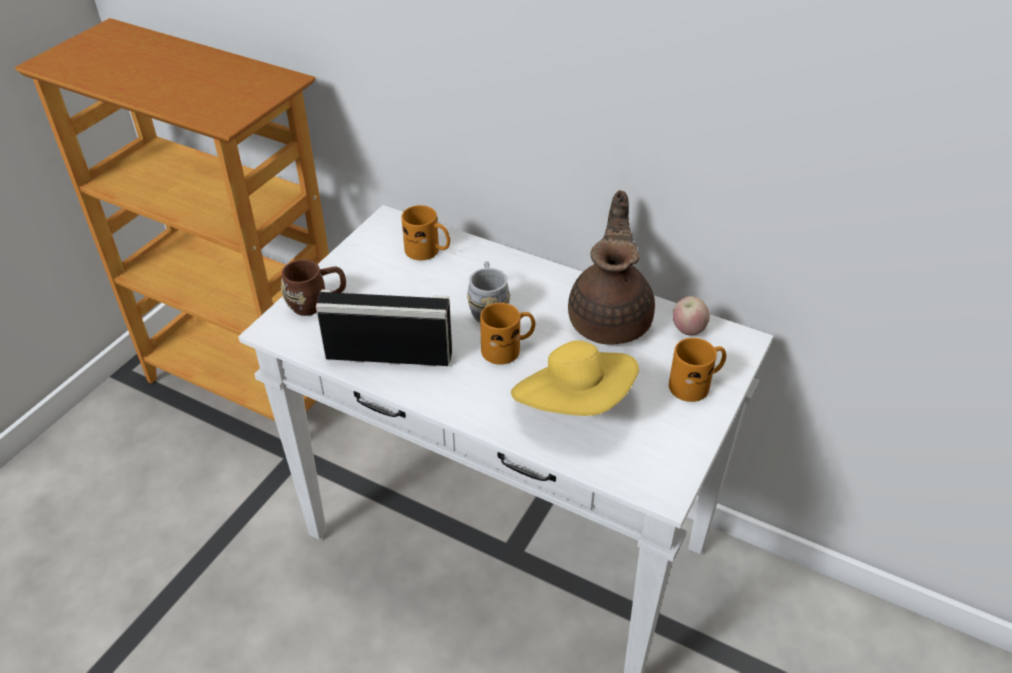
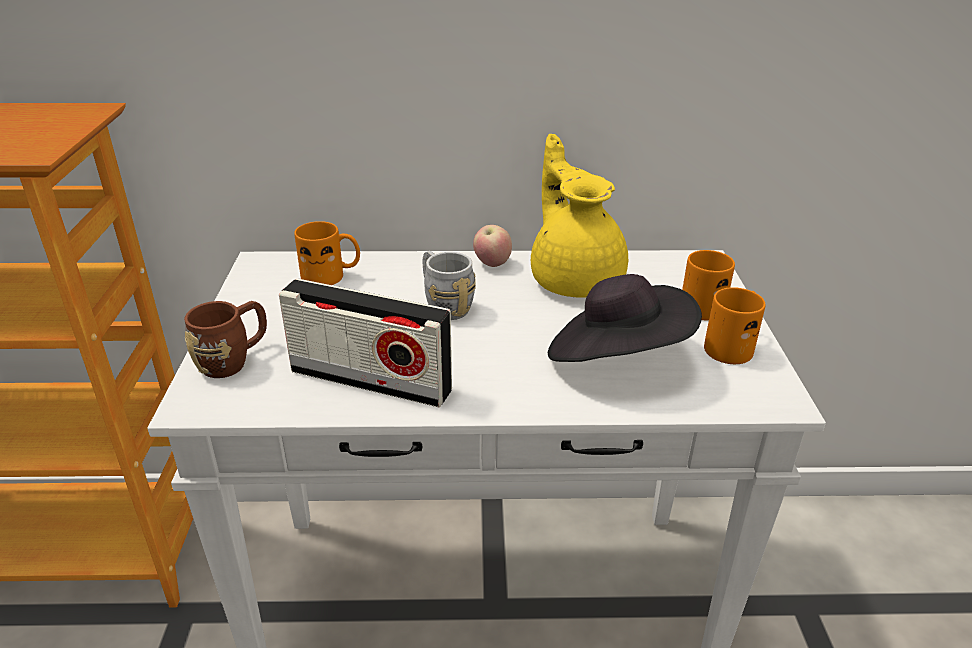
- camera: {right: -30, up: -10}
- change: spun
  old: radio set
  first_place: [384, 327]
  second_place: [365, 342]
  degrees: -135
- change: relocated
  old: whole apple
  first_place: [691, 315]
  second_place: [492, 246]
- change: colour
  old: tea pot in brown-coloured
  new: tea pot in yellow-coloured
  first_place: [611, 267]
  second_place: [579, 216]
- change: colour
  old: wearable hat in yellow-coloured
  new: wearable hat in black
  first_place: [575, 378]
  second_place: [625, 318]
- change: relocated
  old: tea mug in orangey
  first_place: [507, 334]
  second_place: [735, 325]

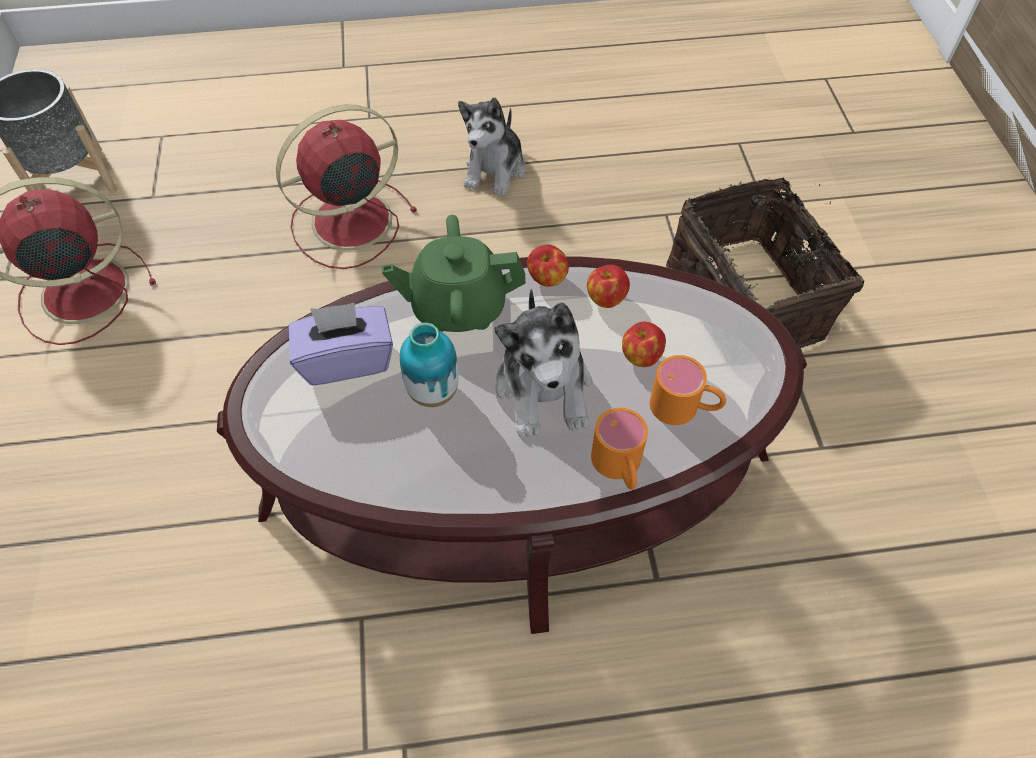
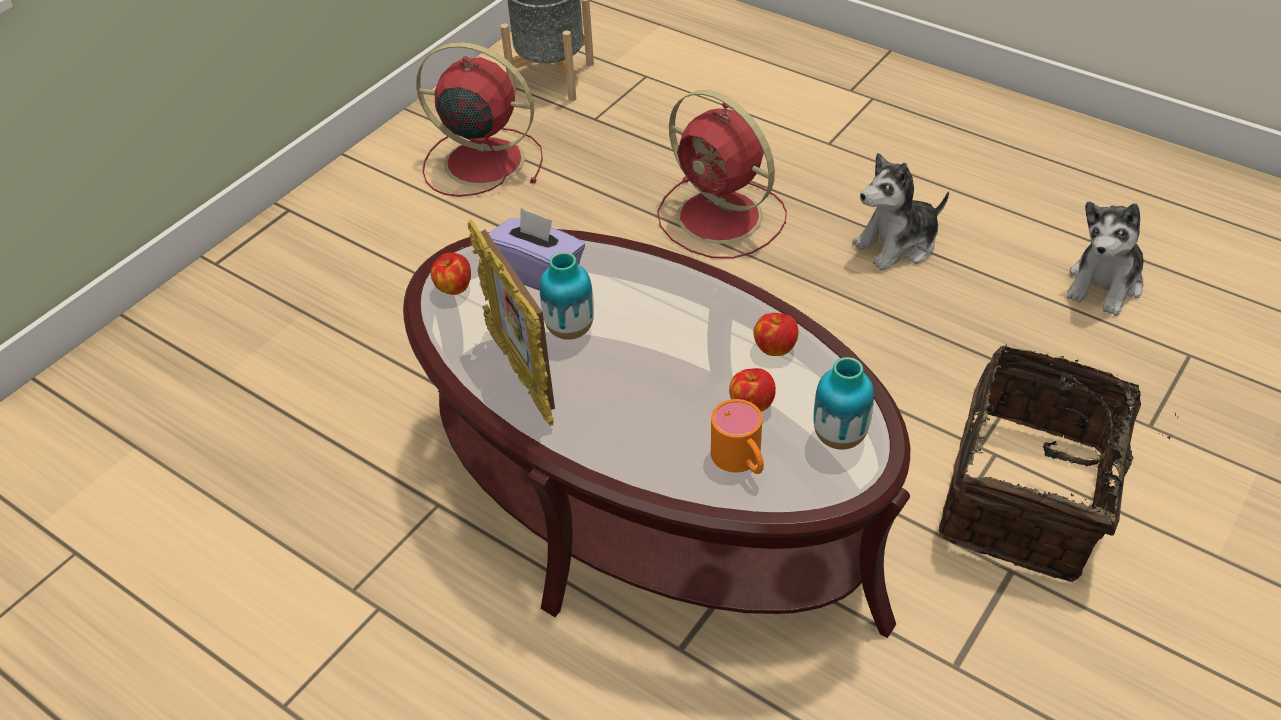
- camera: {right: 45, up: -10}
- change: relocated
  old: whole apple
  first_place: [548, 265]
  second_place: [451, 274]
- change: appeared
  new: picture frame
  second_place: [511, 322]
- change: spun
  old: cooling fan in red
  first_place: [346, 187]
  second_place: [722, 174]
  degrees: -150
- change: appeared
  new: vase
  second_place: [844, 403]
- change: relocated
  old: cuddly toy
  first_place: [543, 363]
  second_place: [1105, 259]
- change: missing
  old: tea pot in green-coloured
  first_place: [454, 273]
- change: missing
  old: tea mug in orangey
  first_place: [619, 449]

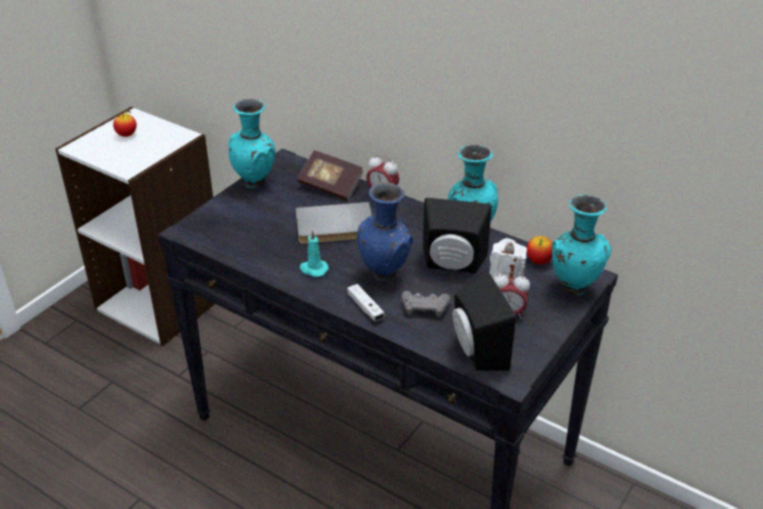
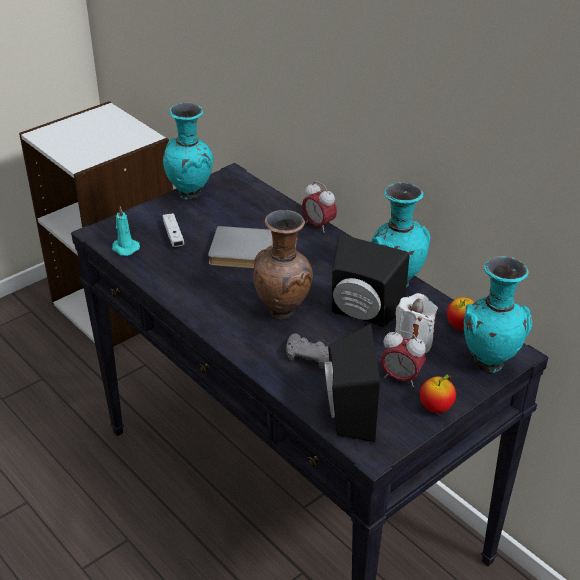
- camera: {right: 15, up: 0}
- change: relocated
  old: wax light in turquoise
  first_place: [314, 253]
  second_place: [126, 231]
- change: relocated
  old: gamepad in whitish
  first_place: [366, 302]
  second_place: [173, 230]
- change: colour
  old: vase in blue-coloured
  new: vase in brown-coloured
  first_place: [385, 232]
  second_place: [283, 265]
- change: relocated
  old: whole apple
  first_place: [125, 123]
  second_place: [438, 393]
- change: missing
  old: bound book
  first_place: [330, 175]

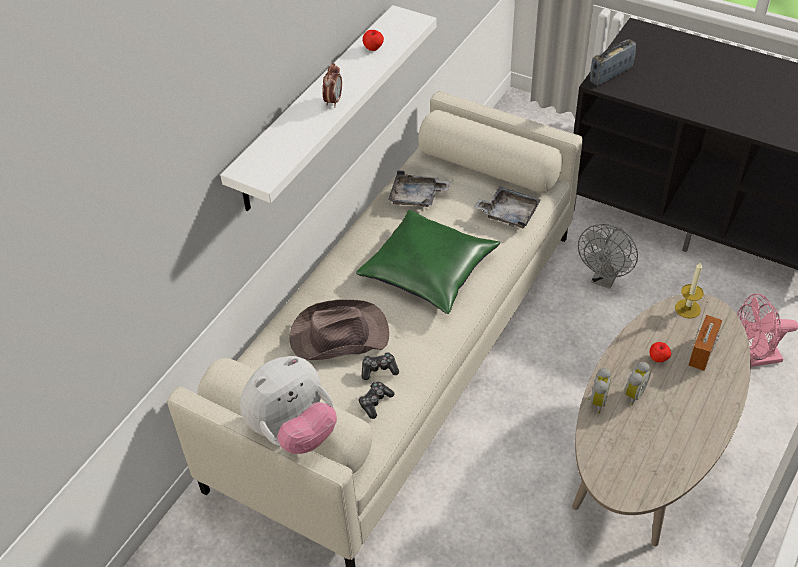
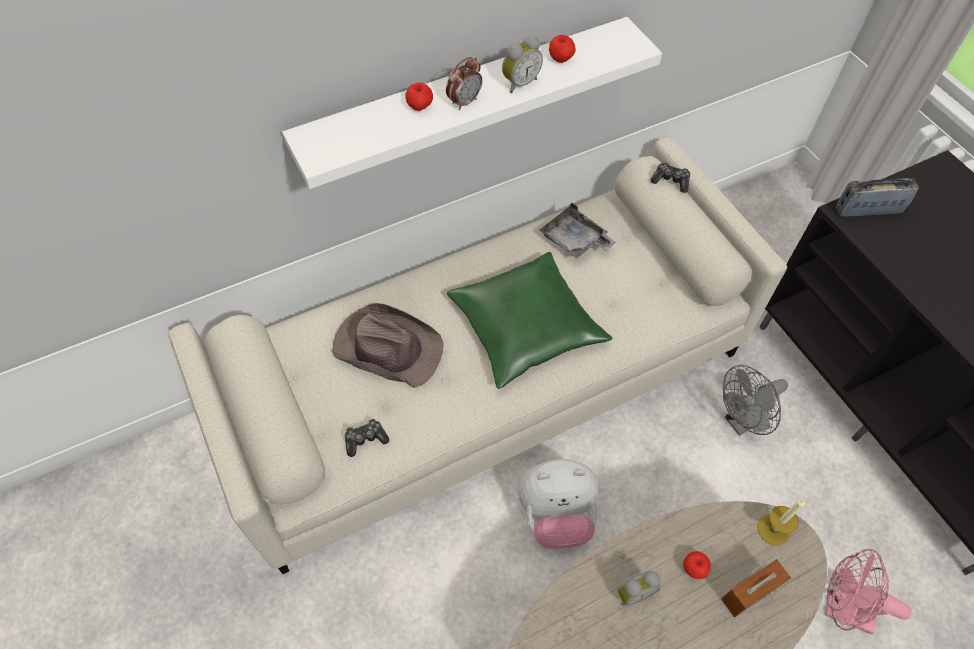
- camera: {right: 30, up: 10}
- change: appeared
  new: whole apple
  second_place: [419, 97]
- change: relocated
  old: bedside clock
  first_place: [599, 390]
  second_place: [522, 64]
- change: relocated
  old: cuddly toy
  first_place: [288, 405]
  second_place: [558, 504]
- change: relocated
  old: gamepad
  first_place: [380, 366]
  second_place: [670, 177]
- change: missing
  old: tray in grey
  first_place: [507, 207]

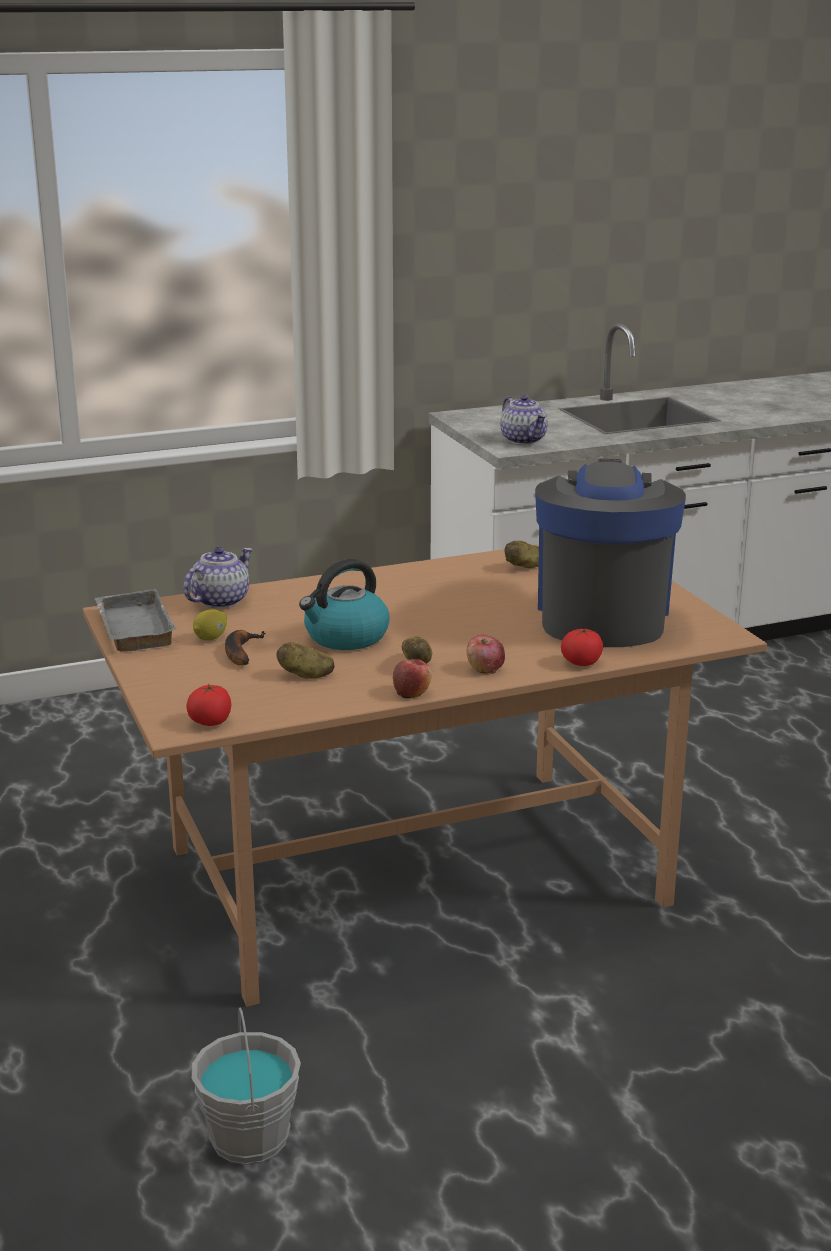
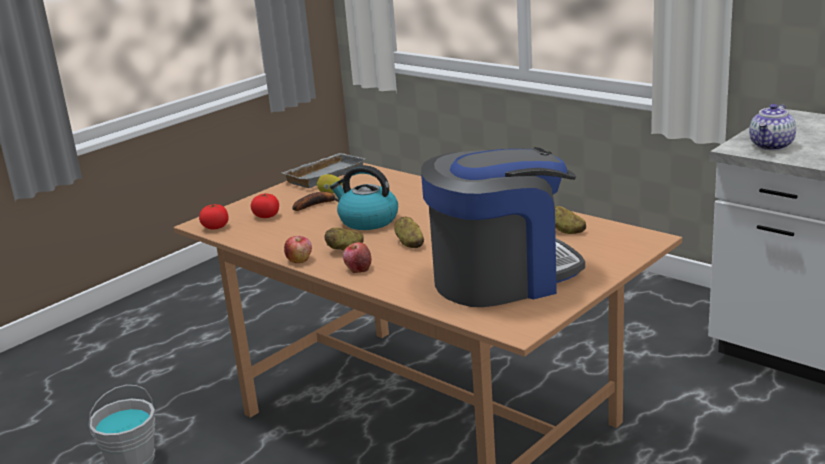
- camera: {right: 65, up: 0}
- change: relocated
  old: whole tomato
  first_place: [582, 647]
  second_place: [265, 205]
- change: relocated
  old: spud
  first_place: [305, 660]
  second_place: [409, 232]
- change: missing
  old: tea pot
  first_place: [218, 578]

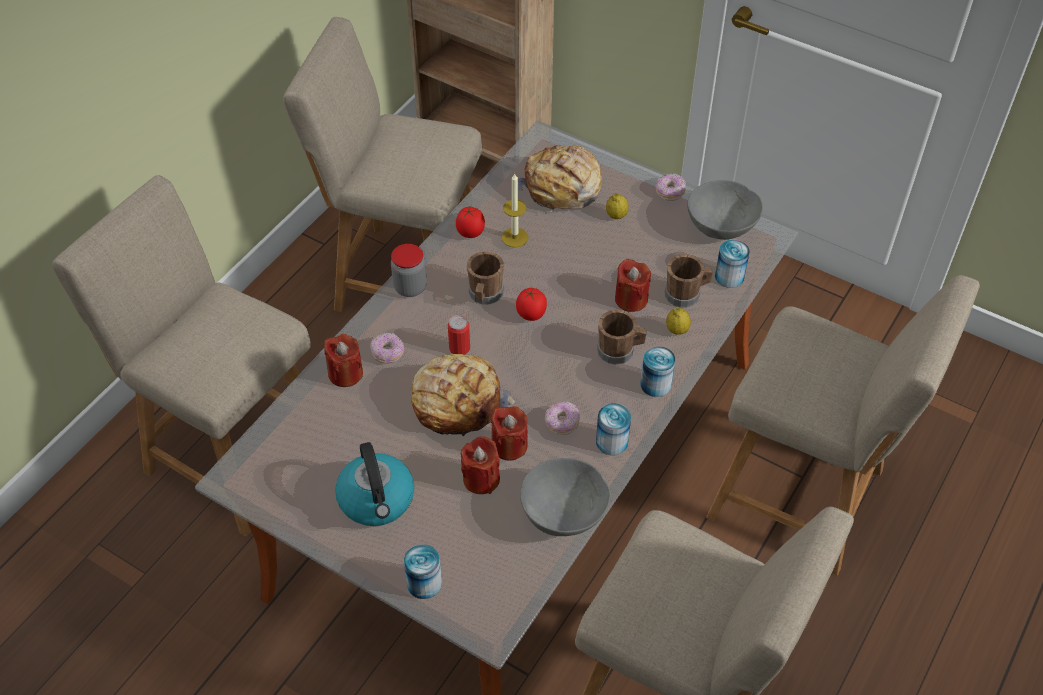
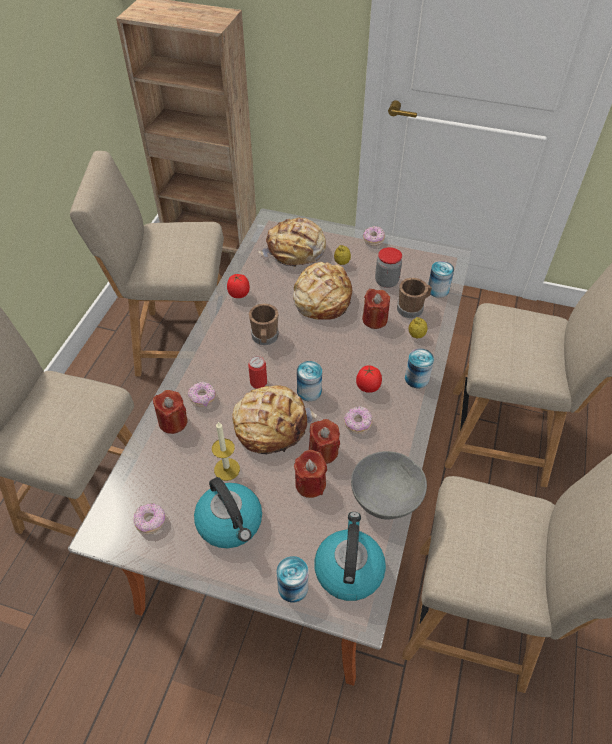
- camera: {right: -15, up: 0}
- change: appeared
  new: doughnut
  second_place: [150, 518]
- change: relocated
  old: wax light
  first_place: [515, 211]
  second_place: [226, 451]
- change: appeared
  new: bakery bread
  second_place: [322, 291]
- change: relocated
  old: can
  first_place: [613, 429]
  second_place: [309, 381]
- change: appeared
  new: kettle
  second_place: [350, 556]
- change: relocated
  old: whole tomato
  first_place: [531, 304]
  second_place: [369, 379]
- change: relocated
  old: jar
  first_place: [409, 270]
  second_place: [388, 267]
- change: missing
  old: tea mug in brown-coloured
  first_place: [621, 337]
- change: missing
  old: deep dish in grey
  first_place: [725, 210]

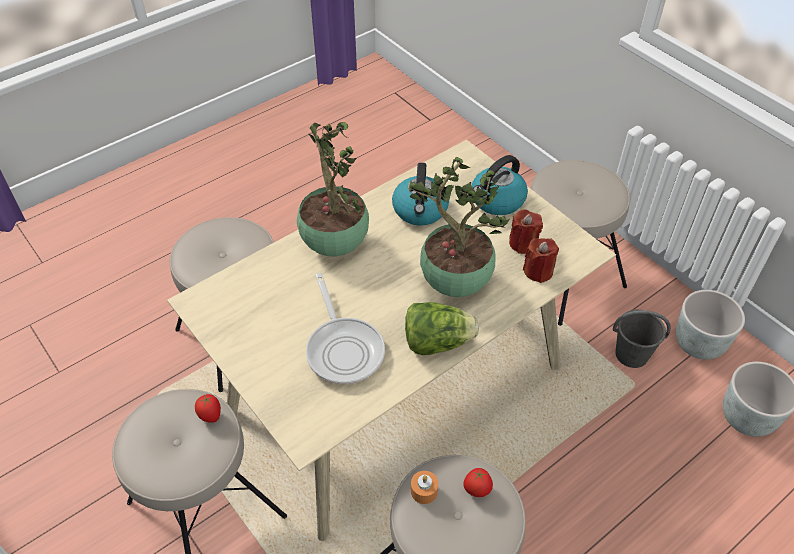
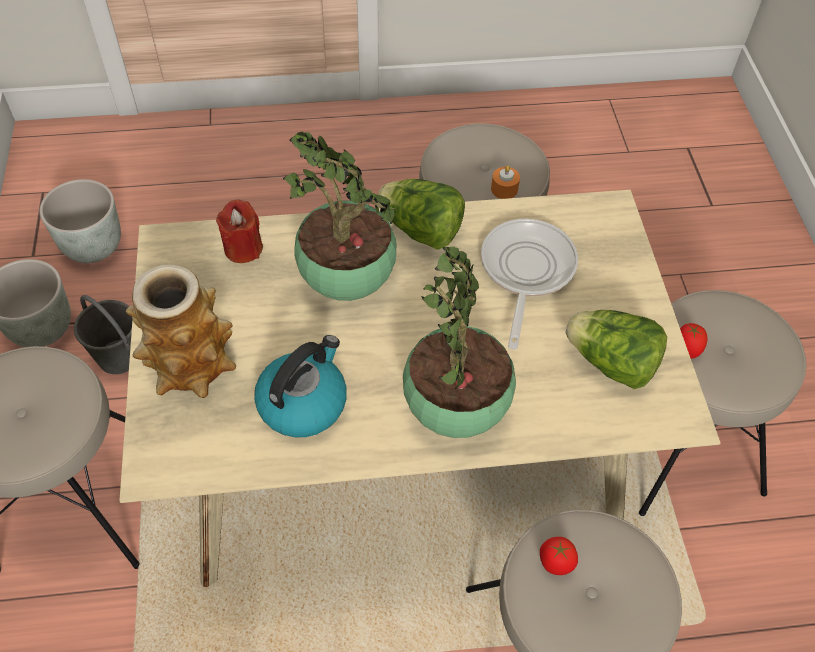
- camera: {right: -150, up: 5}
- change: exchanged
  old: kettle
  new: vase
  first_place: [500, 185]
  second_place: [181, 331]
- change: relocated
  old: whole tomato
  first_place: [478, 482]
  second_place: [559, 556]
- change: appeared
  new: lettuce
  second_place: [616, 349]
- change: missing
  old: wax light in red
  first_place: [526, 232]

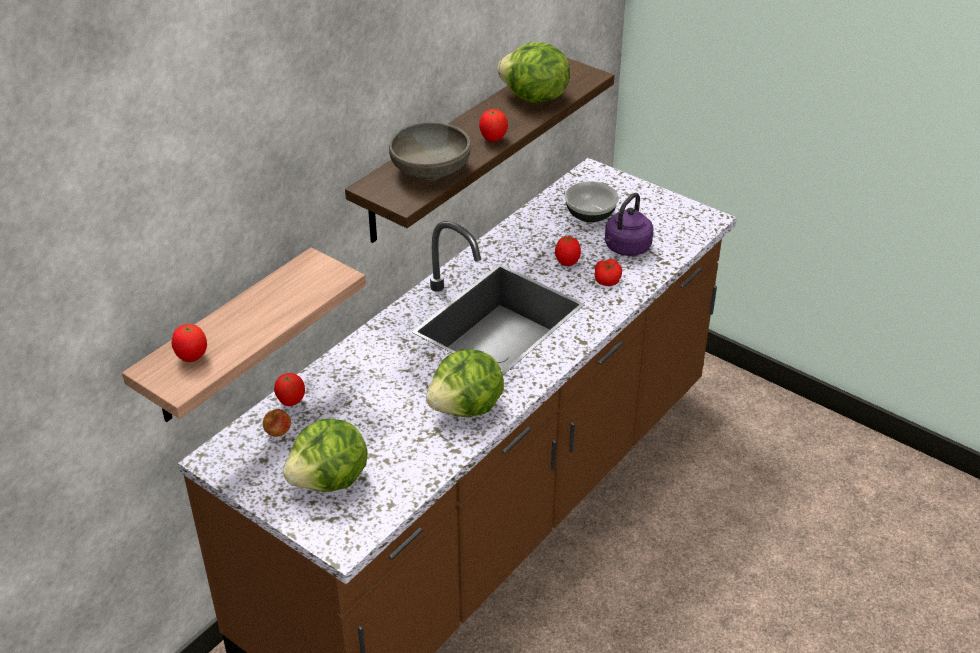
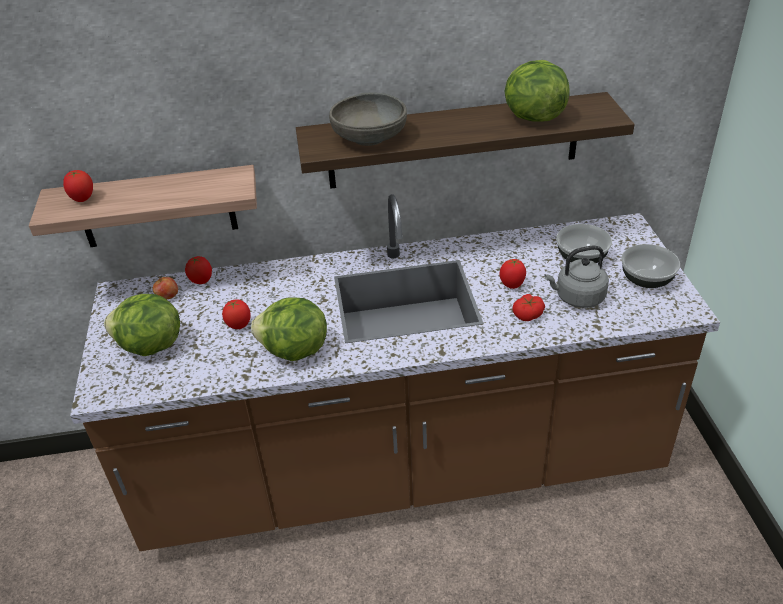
- camera: {right: 45, up: 0}
- change: relocated
  old: whole tomato
  first_place: [493, 125]
  second_place: [236, 314]
- change: colour
  old: kettle in purple-coloured
  new: kettle in grey
  first_place: [629, 224]
  second_place: [576, 276]
- change: appeared
  new: deep dish
  second_place: [650, 266]

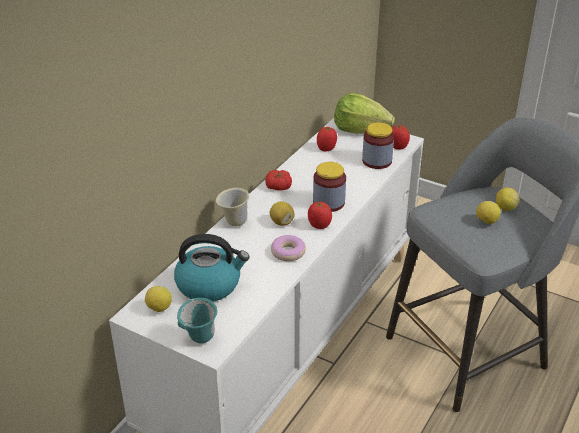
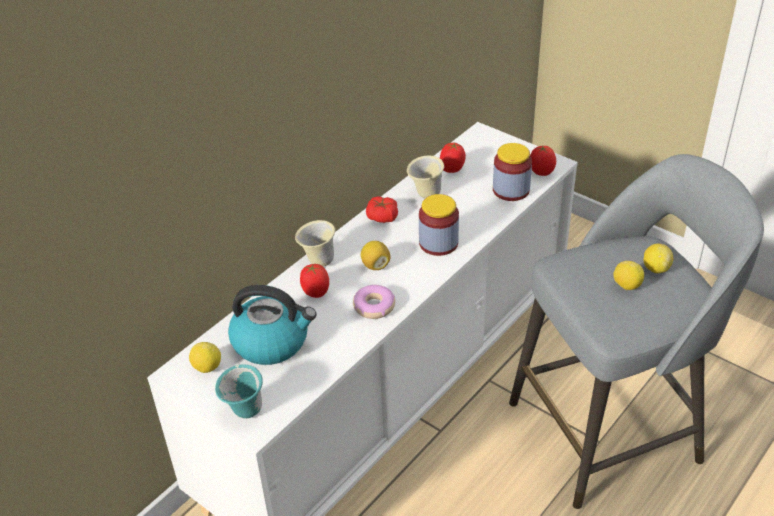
- camera: {right: 10, up: 5}
- change: relocated
  old: whole tomato
  first_place: [320, 215]
  second_place: [314, 281]
- change: appeared
  new: tea mug in beige-coloured
  second_place: [425, 177]
- change: missing
  old: lettuce
  first_place: [364, 113]

